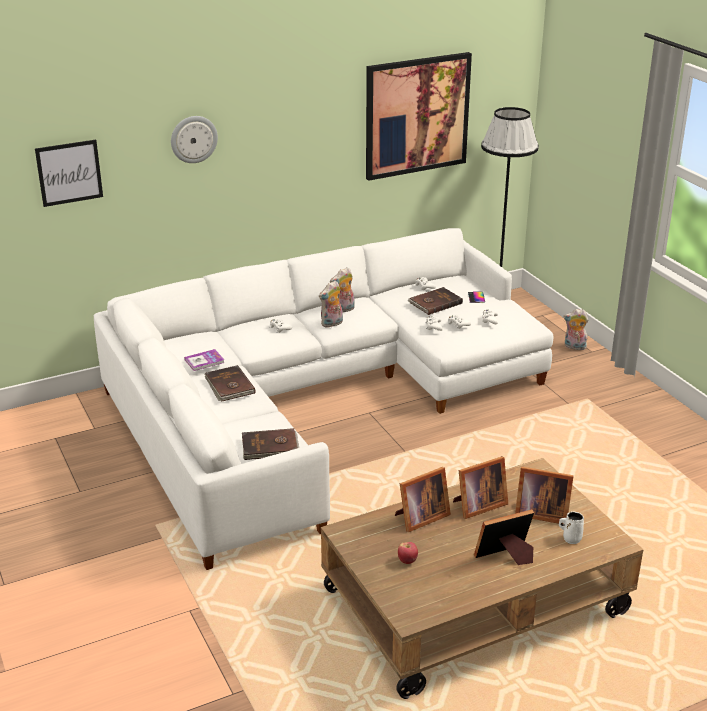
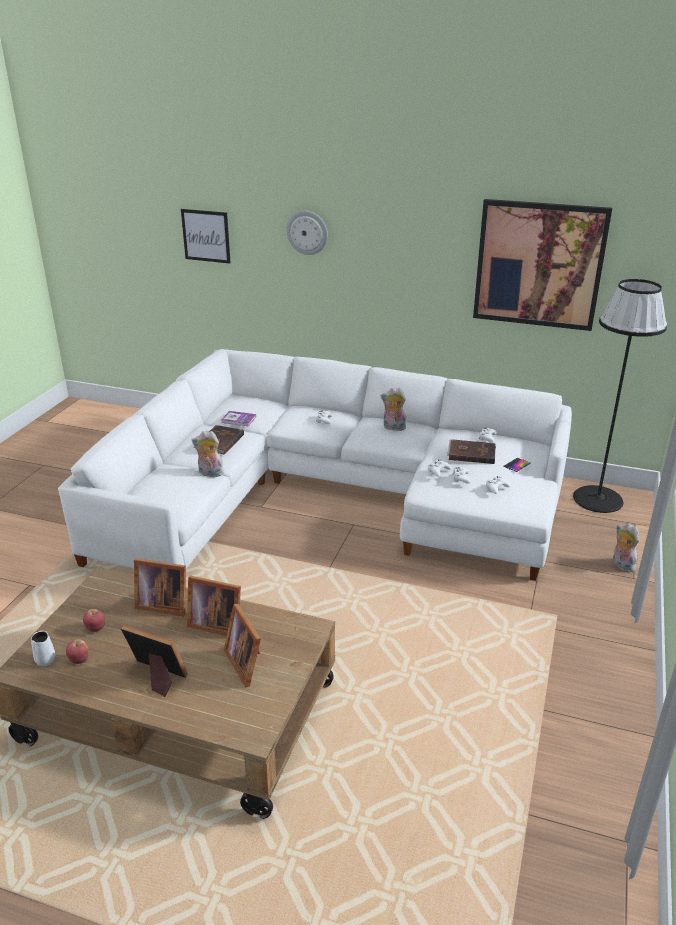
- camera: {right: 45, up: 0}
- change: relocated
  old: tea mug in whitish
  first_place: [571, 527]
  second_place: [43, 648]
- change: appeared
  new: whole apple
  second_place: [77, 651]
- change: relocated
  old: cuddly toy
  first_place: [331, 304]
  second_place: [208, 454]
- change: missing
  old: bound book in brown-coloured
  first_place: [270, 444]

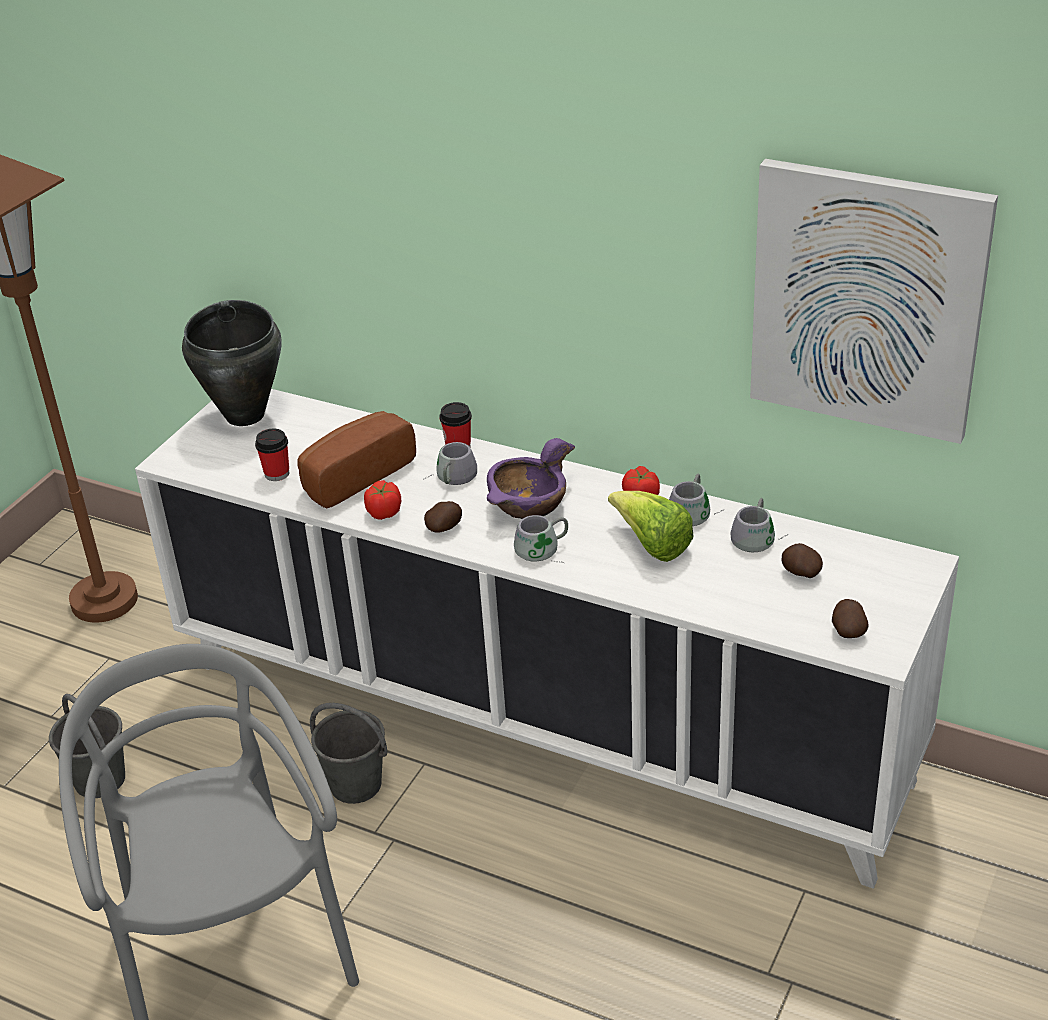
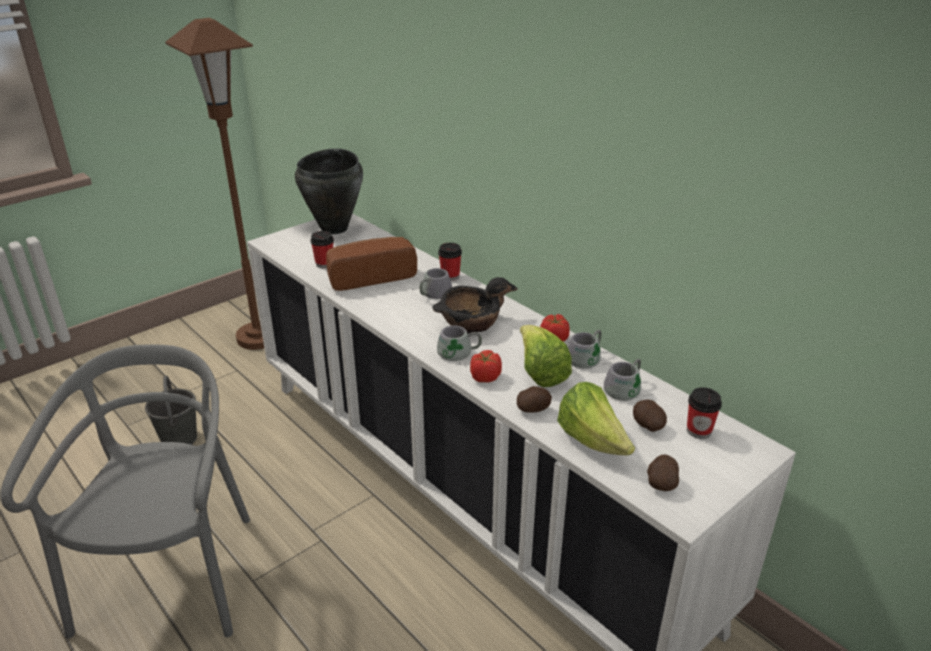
- camera: {right: 20, up: -5}
- change: colour
  old: deep dish in purple-coloured
  new: deep dish in black
  first_place: [531, 478]
  second_place: [475, 305]
- change: relocated
  old: whole tomato
  first_place: [382, 500]
  second_place: [486, 366]
- change: relocated
  old: spud
  first_place: [443, 517]
  second_place: [534, 399]
- change: appeared
  new: lettuce
  second_place: [596, 418]
- change: appeared
  new: cup
  second_place: [704, 413]
- change: missing
  old: pail in grey
  first_place: [349, 753]
- change: missing
  old: wall art
  first_place: [874, 301]

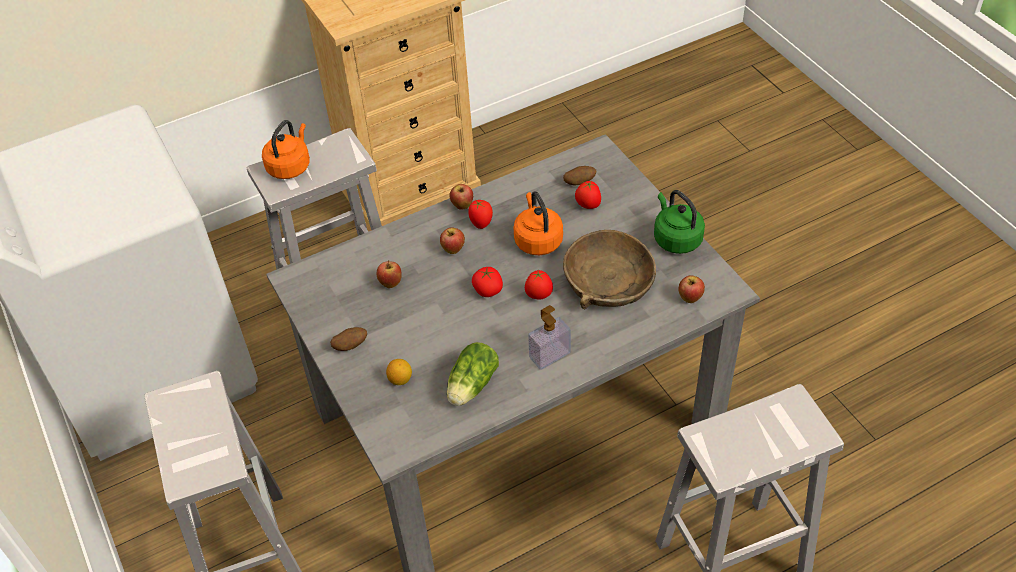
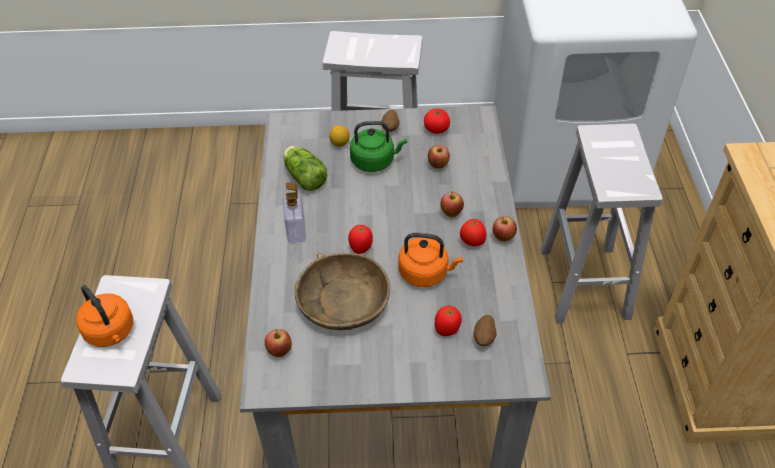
- camera: {right: 115, up: 0}
- change: relocated
  old: kettle in orangey
  first_place: [286, 149]
  second_place: [104, 316]
- change: relocated
  old: kettle in green-coloured
  first_place: [679, 222]
  second_place: [378, 146]
- change: relocated
  old: whole tomato
  first_place: [487, 281]
  second_place: [437, 121]

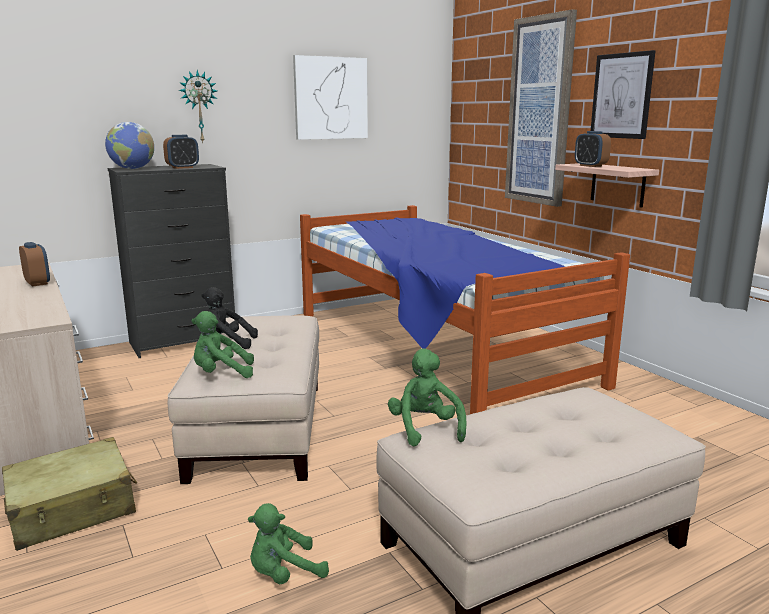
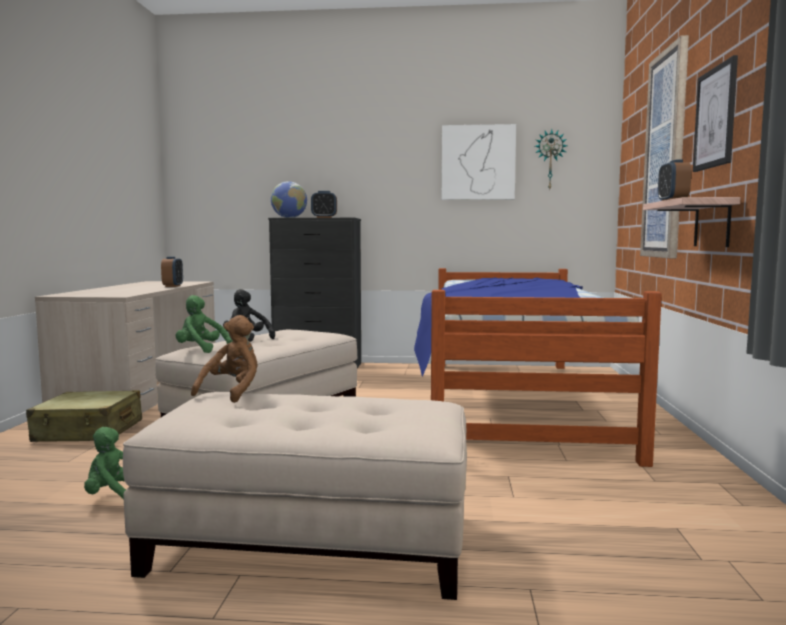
- camera: {right: 35, up: -10}
- change: colour
  old: cuddly toy in green-coloured
  new: cuddly toy in brown-coloured
  first_place: [427, 398]
  second_place: [224, 359]
- change: relocated
  old: hanging clock
  first_place: [198, 107]
  second_place: [551, 159]

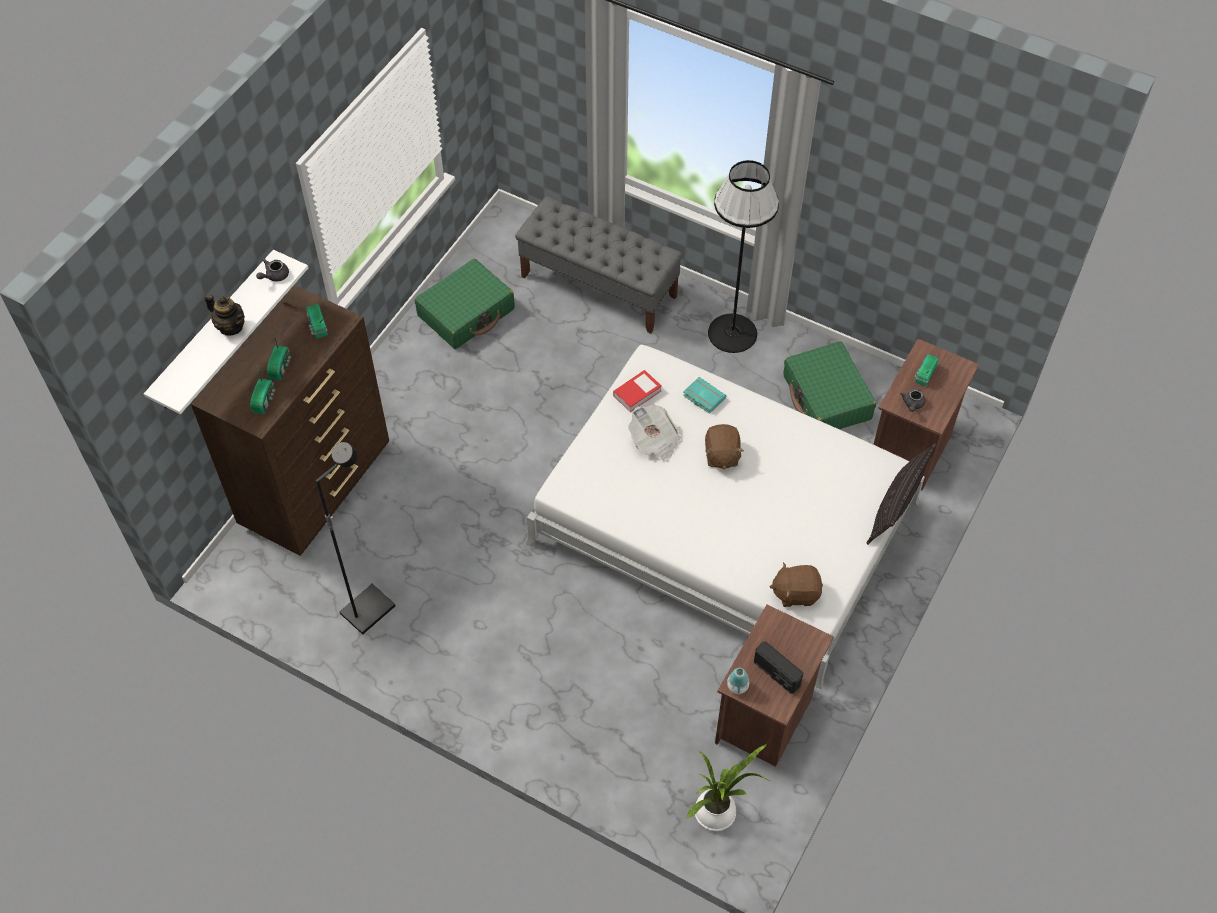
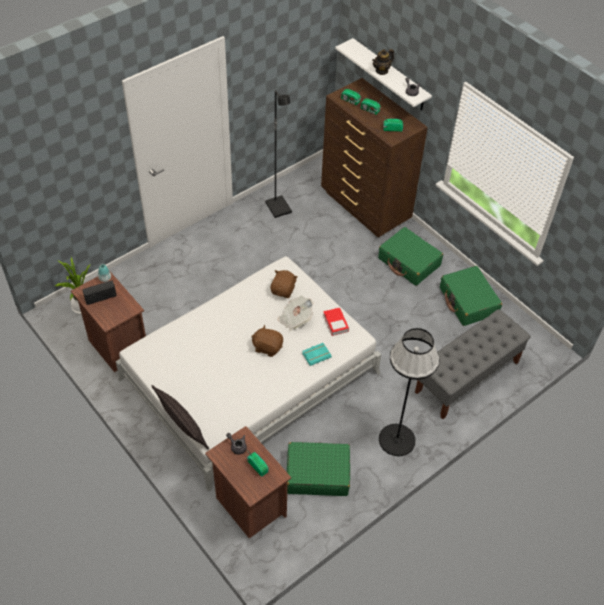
- camera: {right: 110, up: -5}
- change: relocated
  old: cuddly toy in brown-coloured
  first_place: [796, 584]
  second_place: [284, 284]
- change: appeared
  new: piece of luggage in green-coloured
  second_place: [410, 256]

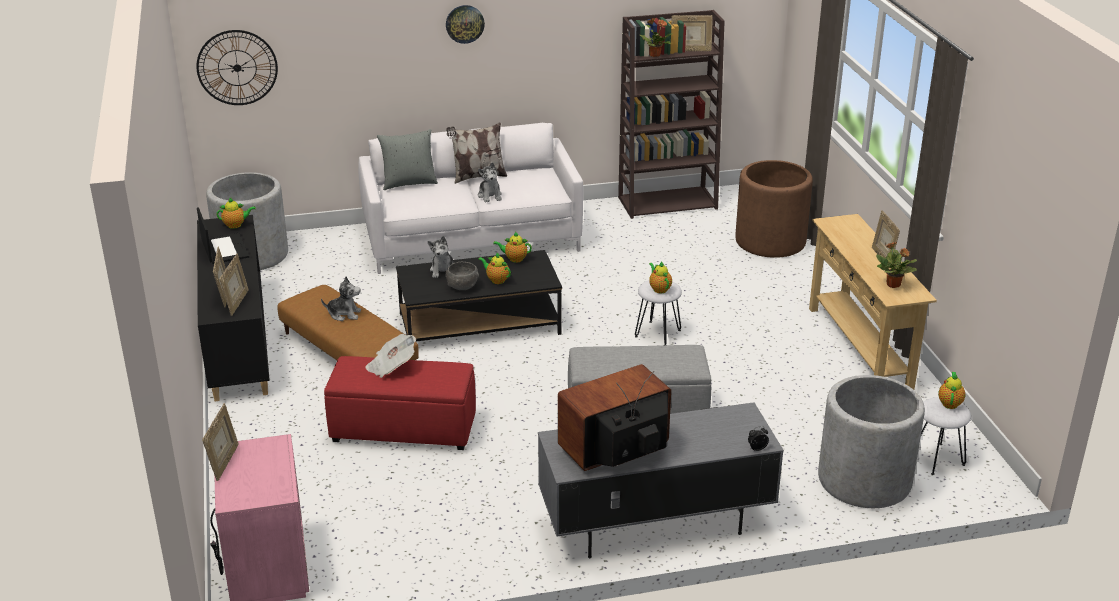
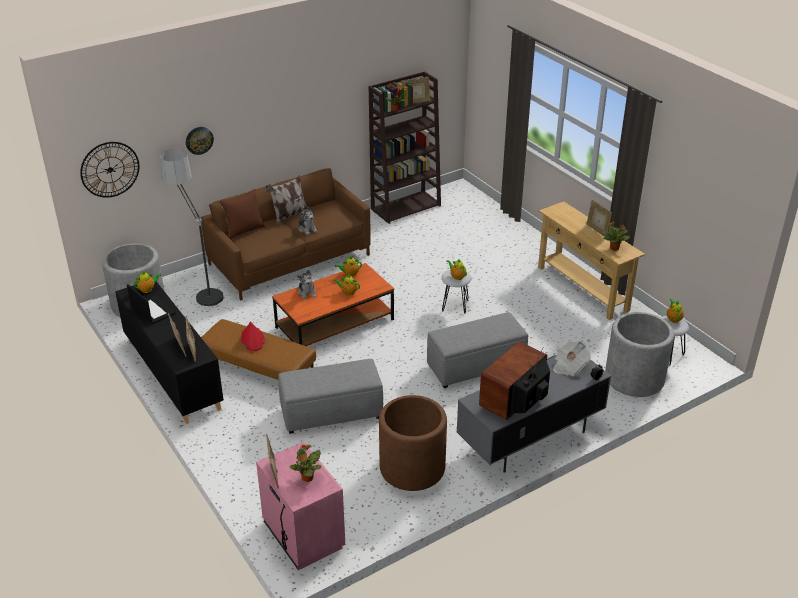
- camera: {right: -20, up: 5}
- change: appeared
  new: floor lamp
  second_place: [192, 228]
- change: relocated
  old: hanging clock
  first_place: [465, 24]
  second_place: [200, 141]
- change: colour
  old: sofa in whitish
  new: sofa in brown-coloured
  first_place: [470, 198]
  second_place: [285, 234]
- change: colour
  old: pillow in grey
  new: pillow in brown-coloured
  first_place: [407, 159]
  second_place: [242, 214]
- change: exchanged
  old: cuddly toy
  new: wearable hat in red
  first_place: [341, 298]
  second_place: [253, 336]
- change: colour
  old: lounge table in black
  new: lounge table in orangey
  first_place: [479, 296]
  second_place: [333, 304]
- change: colour
  old: footrest in red
  new: footrest in grey
  first_place: [400, 403]
  second_place: [330, 396]
- change: appeared
  new: houseplant
  second_place: [305, 463]
- change: relocated
  old: flower pot in brown-coloured
  first_place: [774, 209]
  second_place: [413, 443]
- change: relocated
  old: printed paper
  first_place: [390, 356]
  second_place: [572, 358]
- change: missing
  old: deep dish in grey
  first_place: [462, 276]

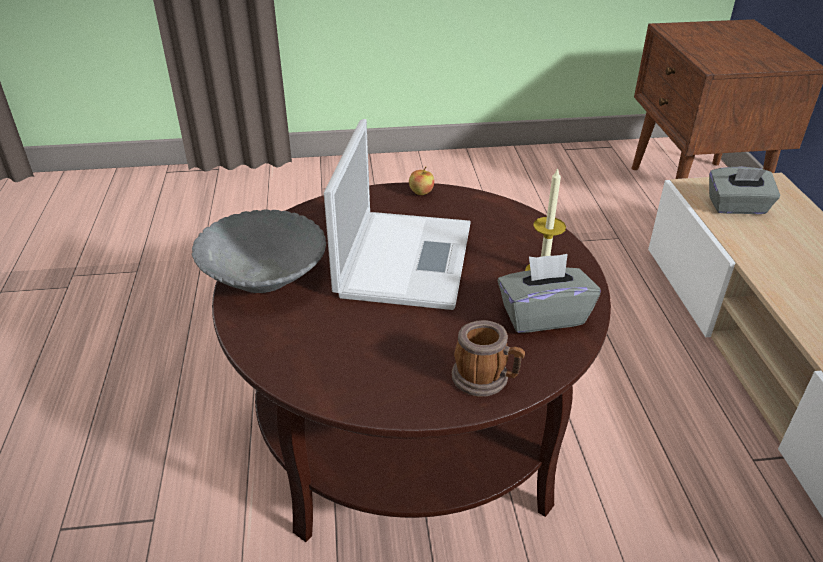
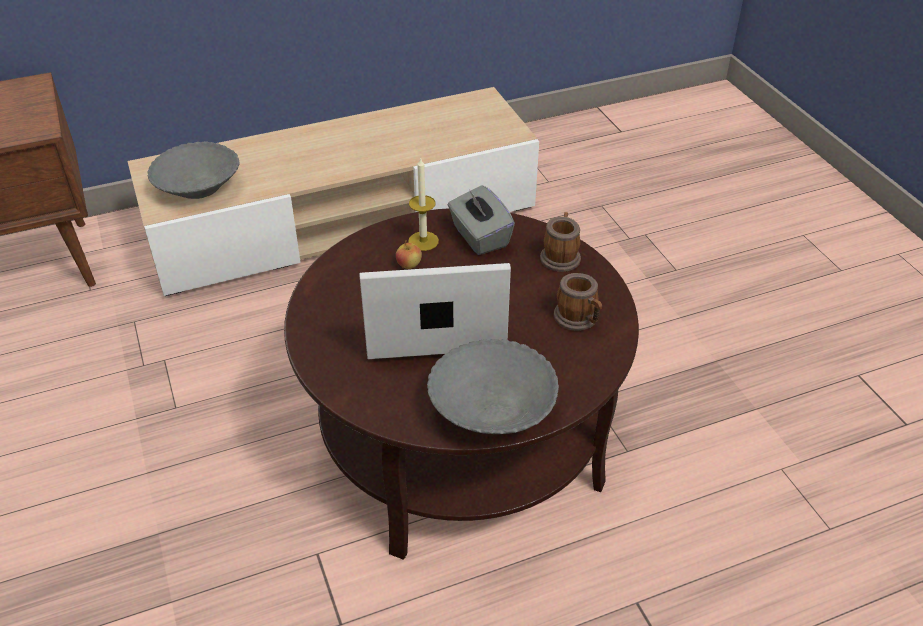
- camera: {right: -105, up: 5}
- change: exchanged
  old: box of tissues in grey
  new: deep dish in grey
  first_place: [744, 190]
  second_place: [193, 170]
- change: relocated
  old: whole apple
  first_place: [421, 180]
  second_place: [409, 254]
- change: appeared
  new: tea mug
  second_place: [578, 302]

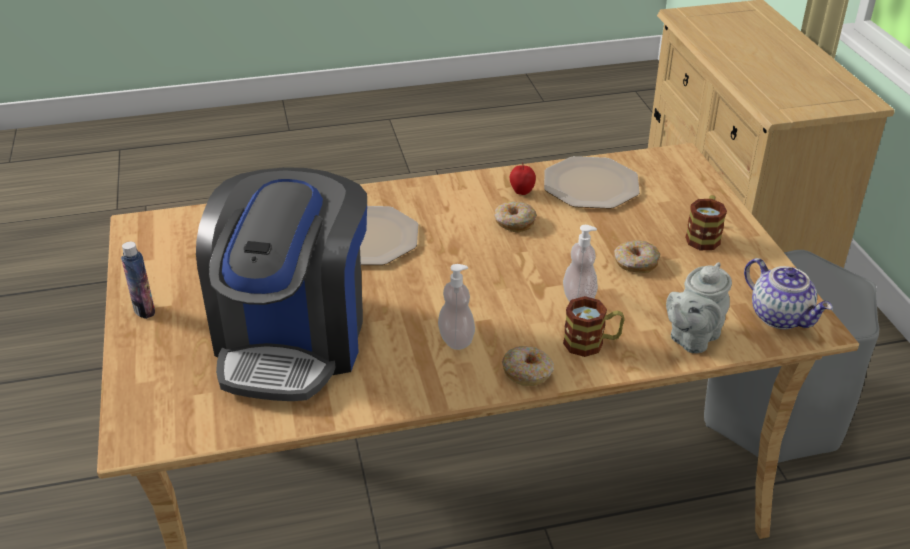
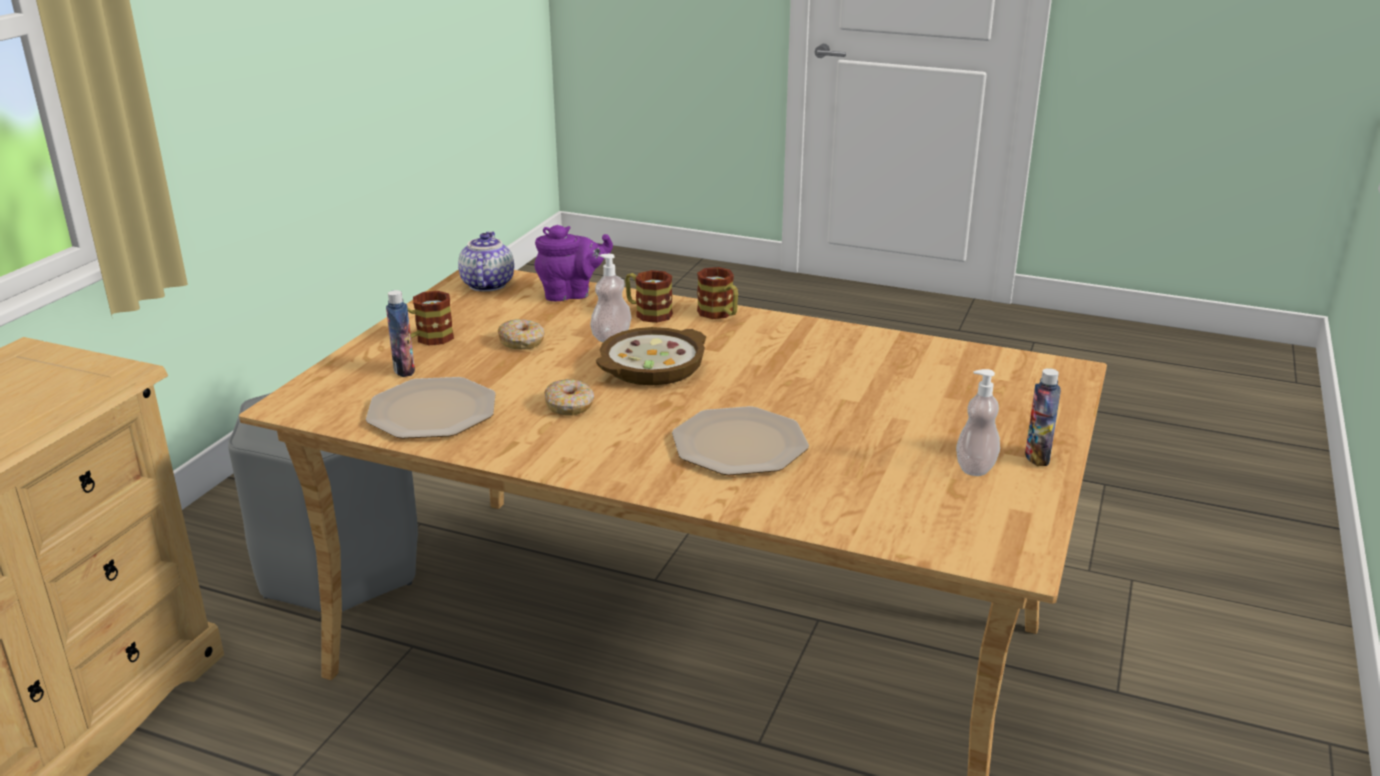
- camera: {right: -145, up: -10}
- change: appeared
  new: bottle
  second_place: [400, 333]
- change: colour
  old: tea pot in grey
  new: tea pot in purple-coloured
  first_place: [699, 307]
  second_place: [574, 263]
- change: appeared
  new: deep dish
  second_place: [651, 356]
- change: exchanged
  old: doughnut
  new: tea mug
  first_place: [528, 366]
  second_place: [717, 293]
- change: relocated
  old: soap dispenser
  first_place: [456, 307]
  second_place: [978, 422]
- change: missing
  old: coffee machine
  first_place: [281, 284]
- change: missing
  old: whole apple
  first_place: [523, 179]

